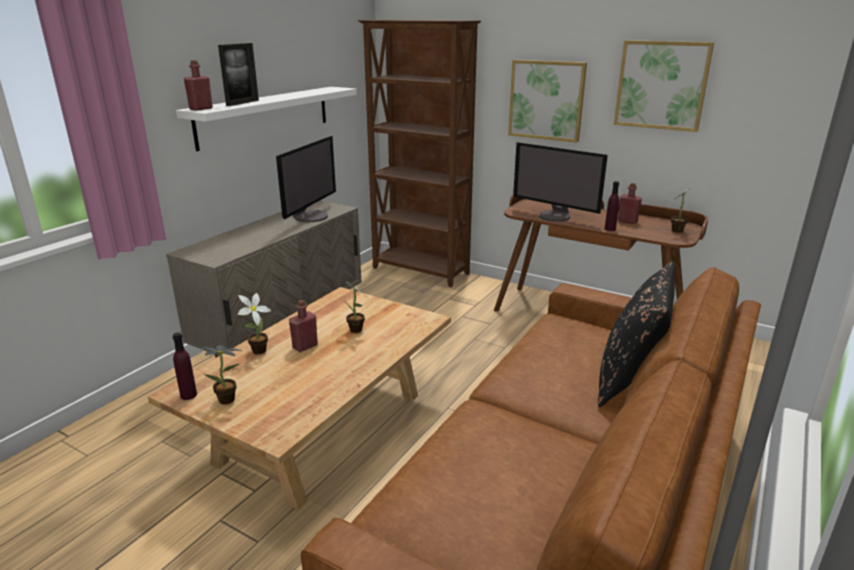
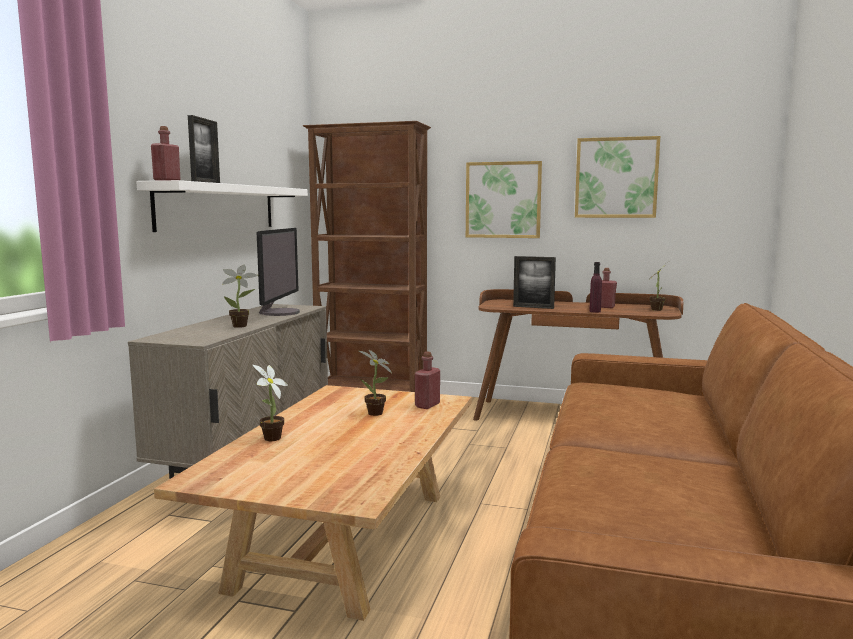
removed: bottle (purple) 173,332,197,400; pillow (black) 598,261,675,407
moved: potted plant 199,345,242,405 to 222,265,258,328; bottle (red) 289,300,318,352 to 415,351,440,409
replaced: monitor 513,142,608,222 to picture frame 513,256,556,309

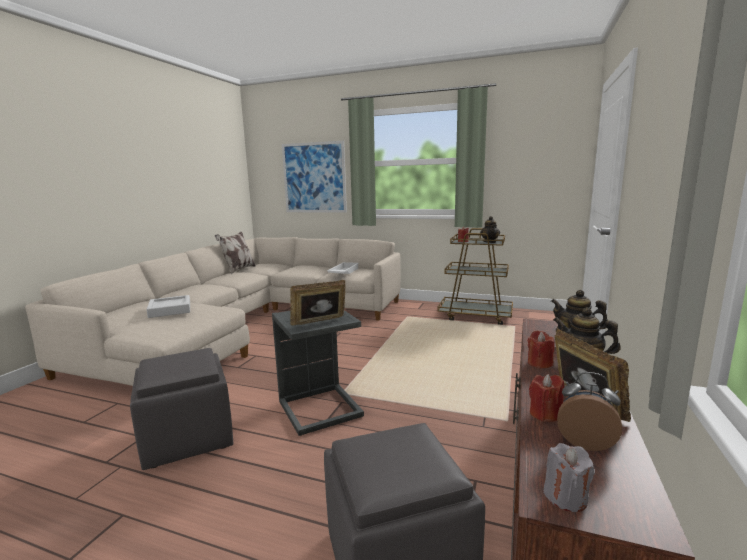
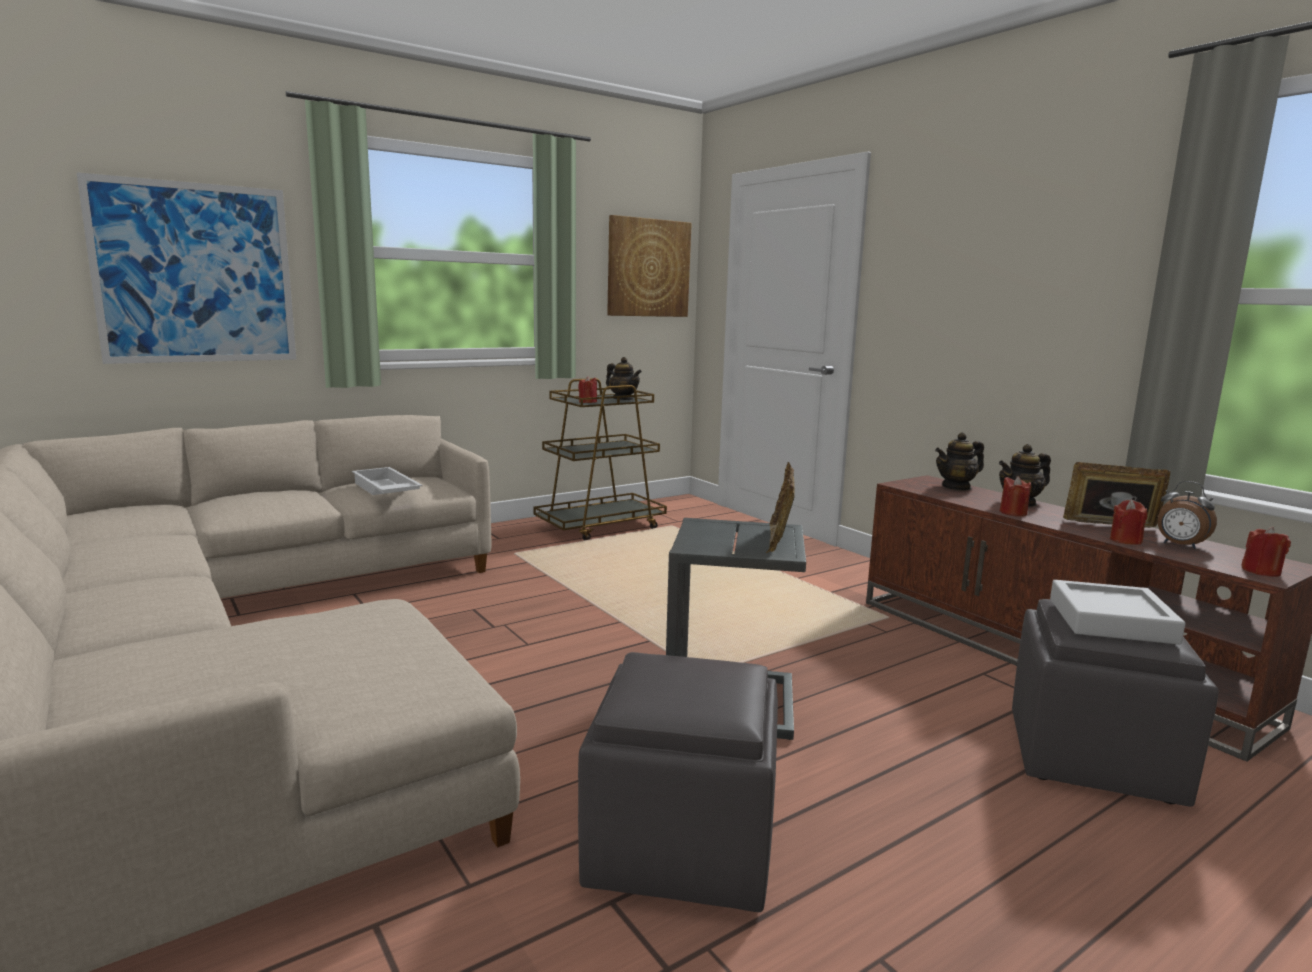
removed: pillow 215,231,255,274
added: picture 607,215,692,317
moved: tray (grey) 146,295,190,318 to 1050,580,1186,645
recoloured: candle (grey) 543,443,595,512 to candle (red) 1241,527,1291,577
turned: alarm clock 557,372,622,451 = 1158,481,1217,549 105 degrees counterclockwise

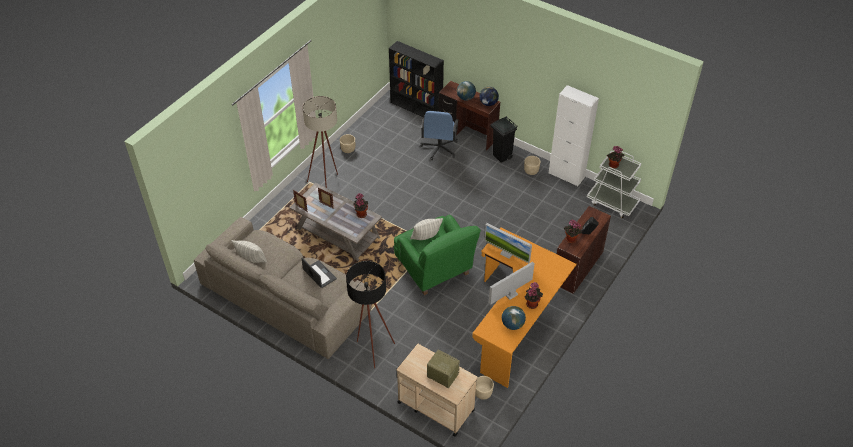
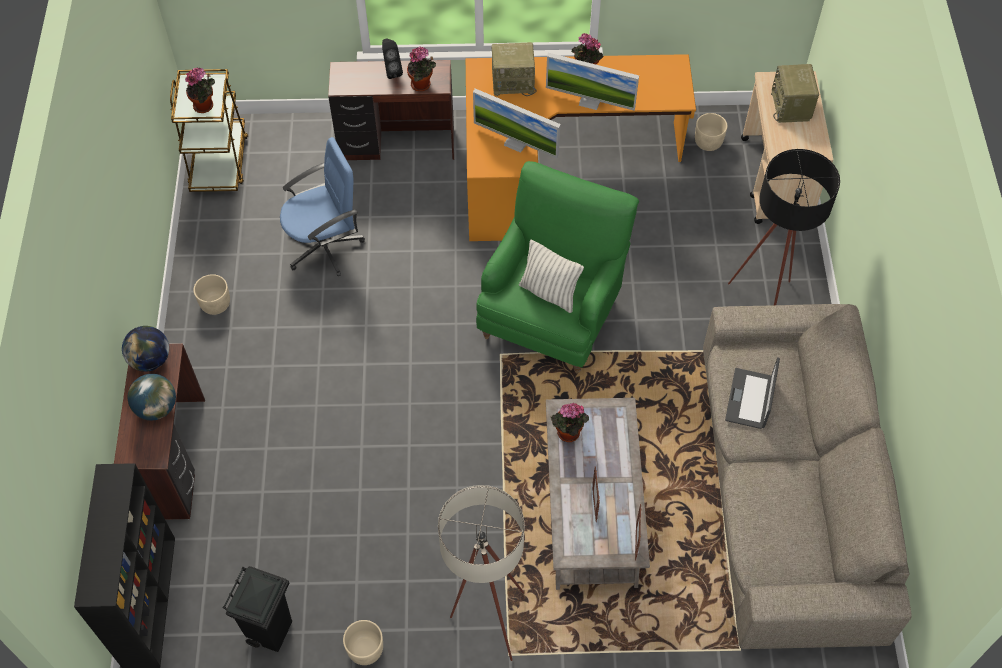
removed: pillow 231,240,268,263; globe 502,306,526,330; cabinet (white) 549,85,599,187
added: radio 492,42,537,96
moved: office chair (blue) 420,111,459,160 to 280,137,365,276; trash can (black) 490,116,518,163 to 223,566,292,652
recoloured: cart (white) 587,151,641,218 to cart (brown) 170,69,248,192
turned: monitor 484,223,532,263 = 473,89,560,159 120 degrees clockwise

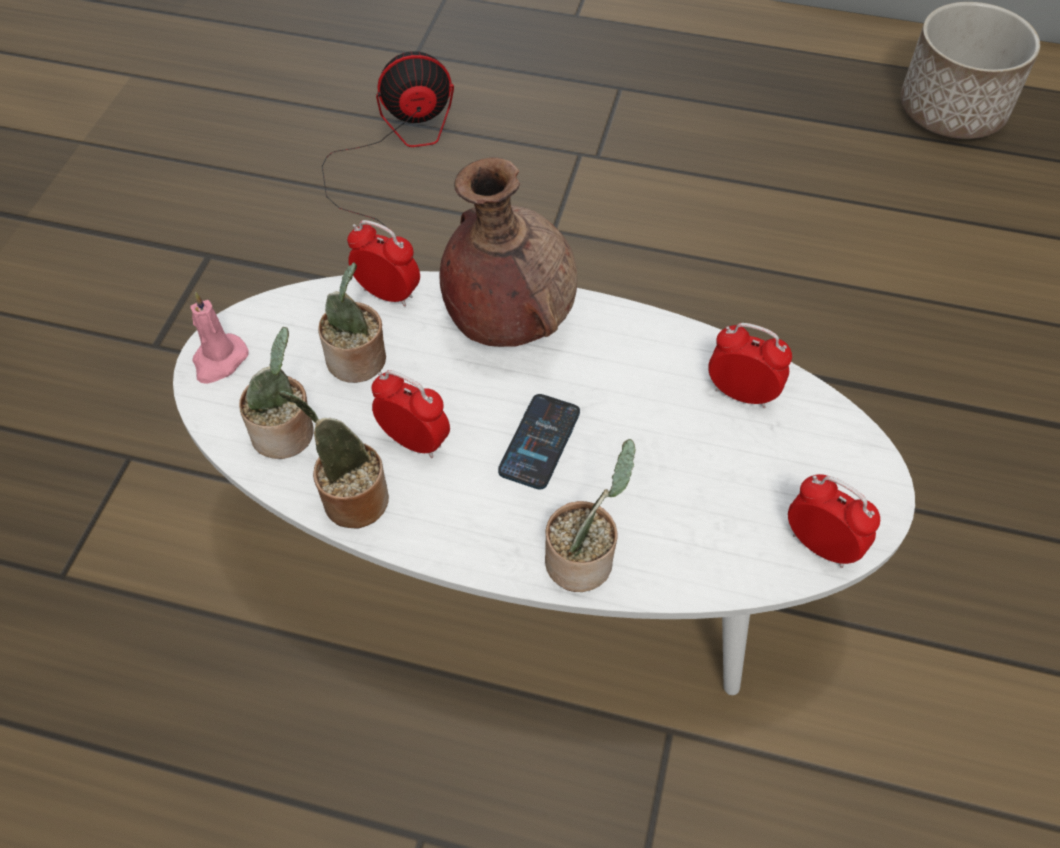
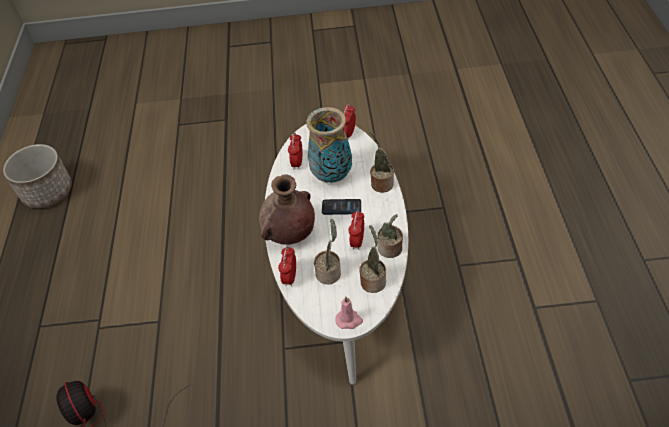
added: vase 306,107,352,183

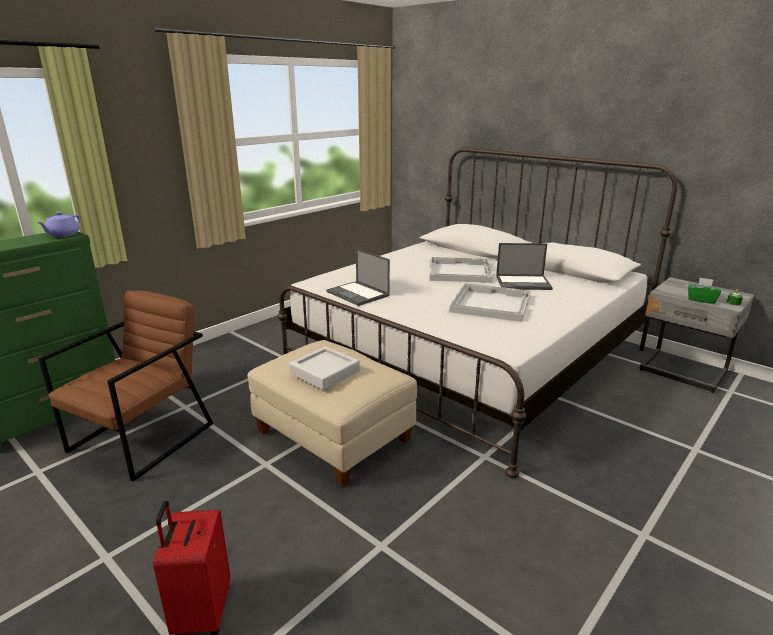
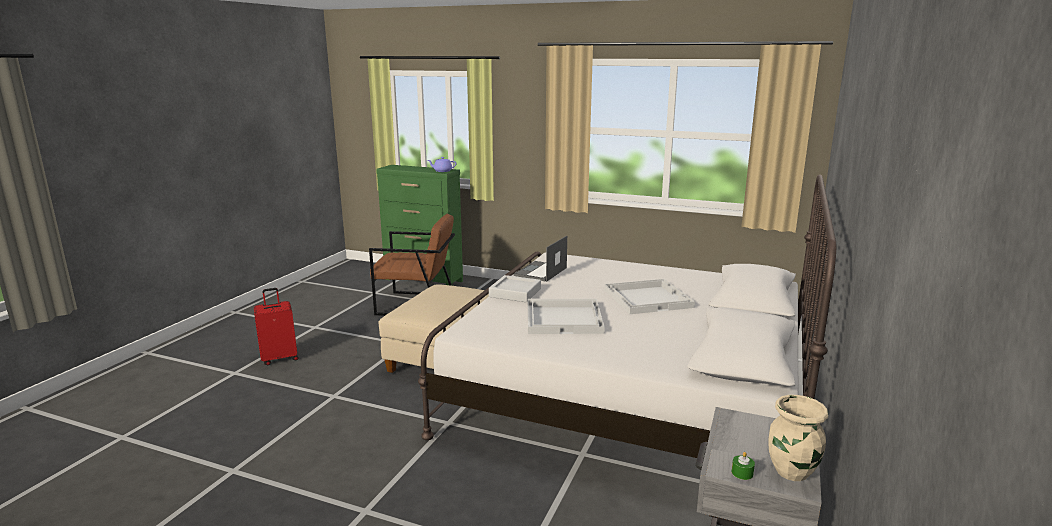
removed: laptop 496,243,552,290; tissue box (green) 688,278,721,304
added: vase (beige) 769,395,828,481
moved: tray (grey) 289,346,360,390 to 489,275,541,302

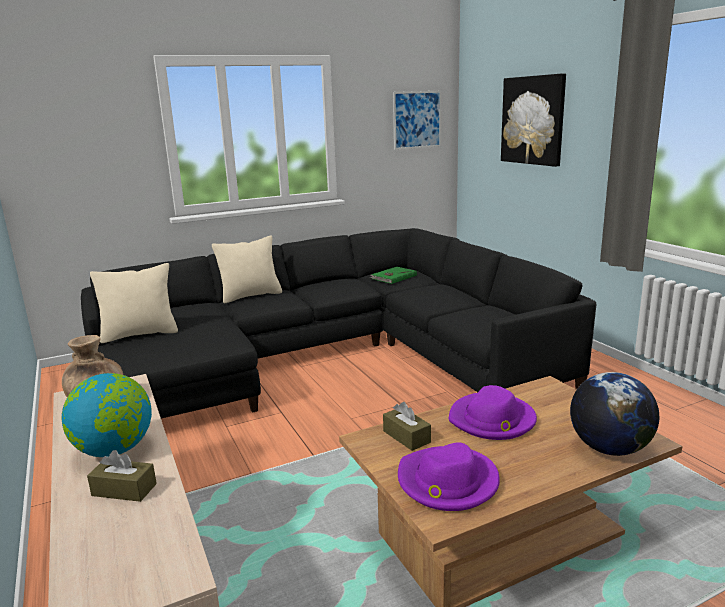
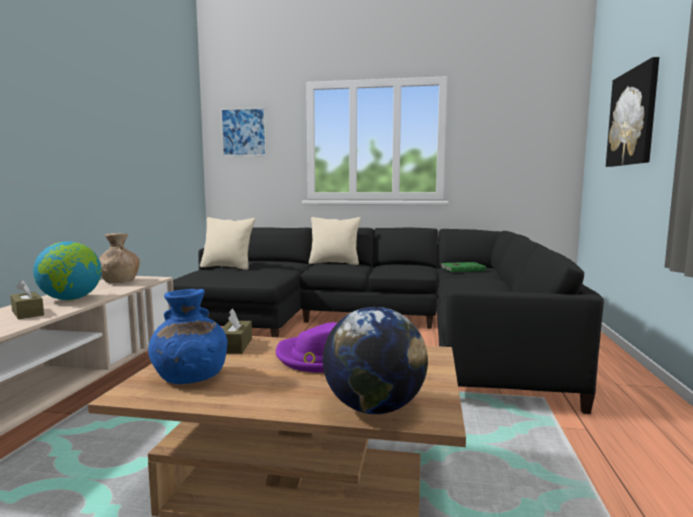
moved: picture 393,91,441,150 to 220,107,267,157
replaced: hat (purple) 398,443,500,511 to vase (blue) 148,289,228,384

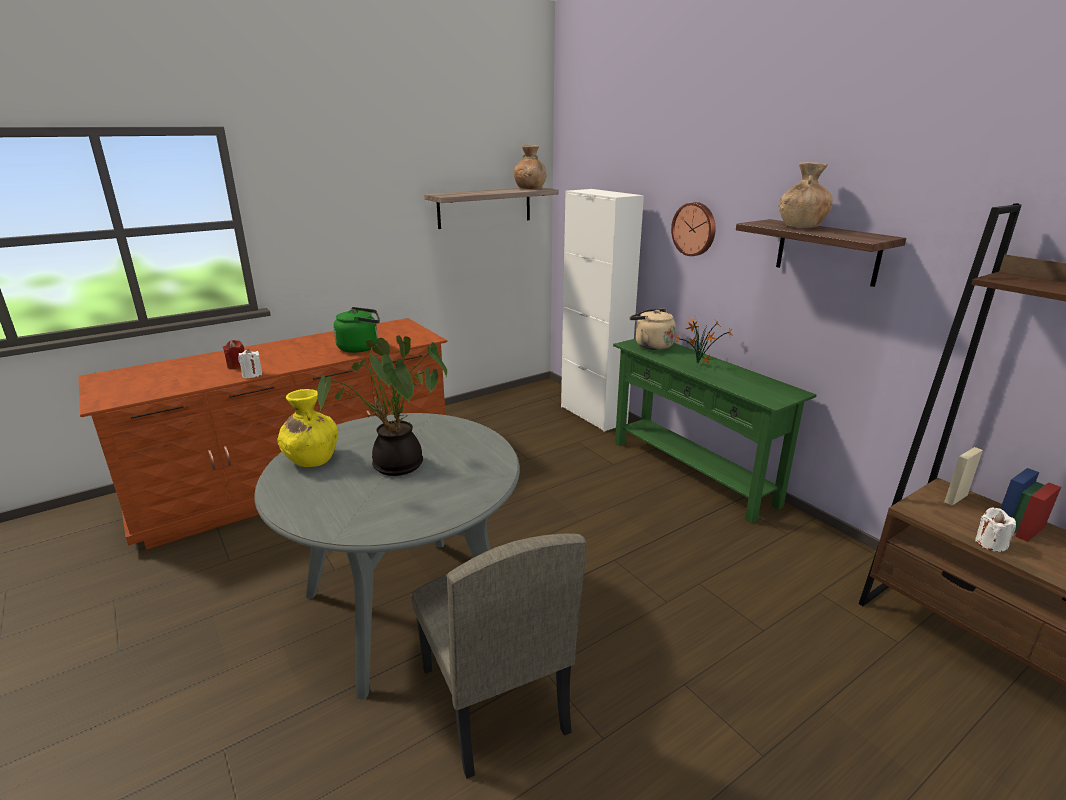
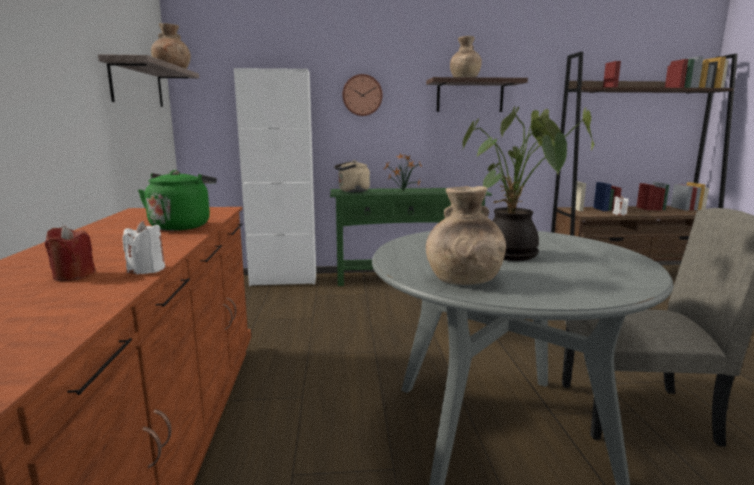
recoloured: vase (yellow) 277,389,338,467 to vase (brown) 426,186,506,285

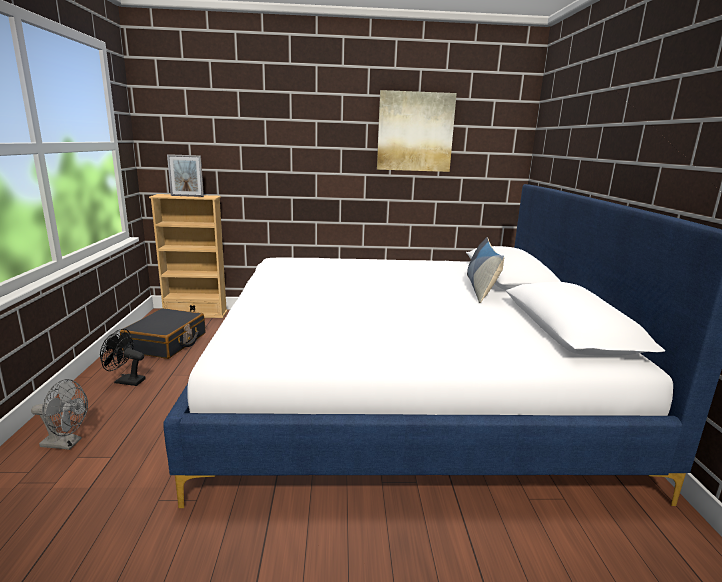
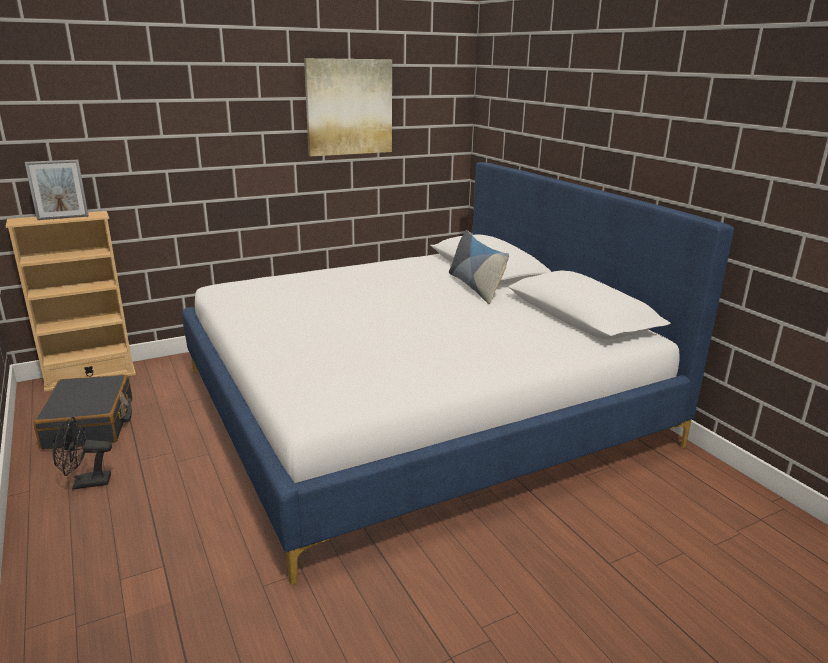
removed: fan (grey) 31,379,88,450

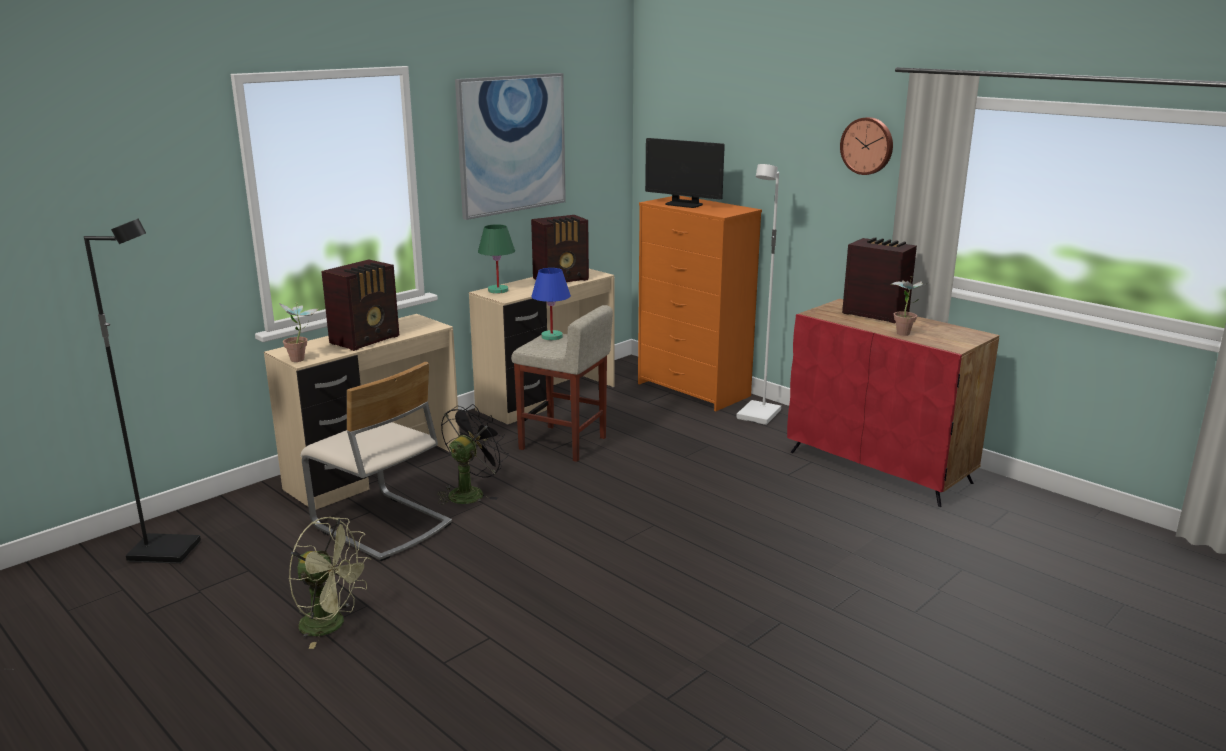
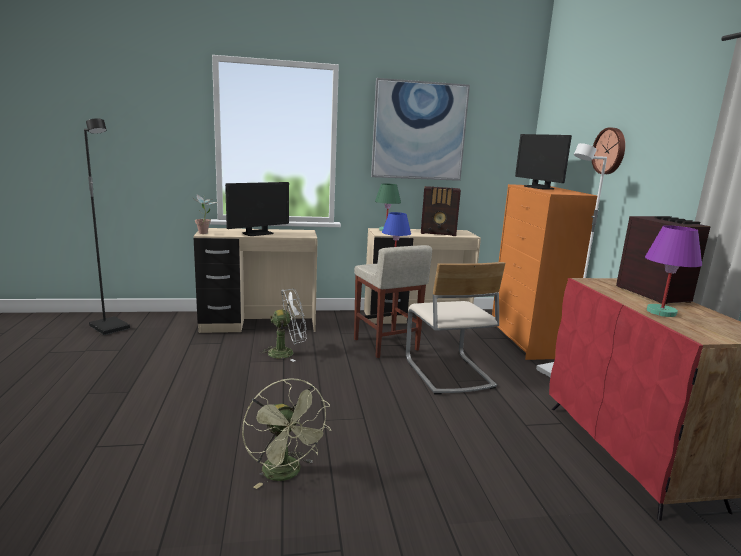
moved: fan (green) 289,517,372,649 to 242,378,331,489; chair (beige) 300,362,452,561 to 406,262,505,394; wall clock 840,117,893,175 to 592,127,625,174
replaced: radio 321,260,399,351 to monitor 225,182,289,236; potted plant 890,280,929,336 to table lamp (purple) 645,225,702,317
recoloured: fan (black) 438,404,509,505 to fan (white) 260,288,306,362

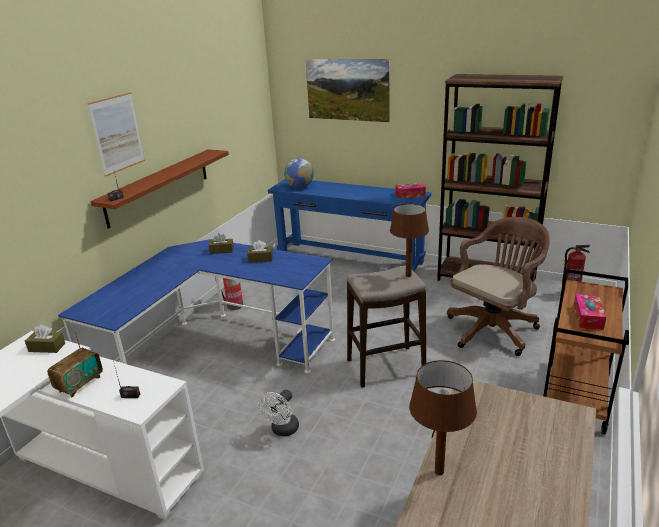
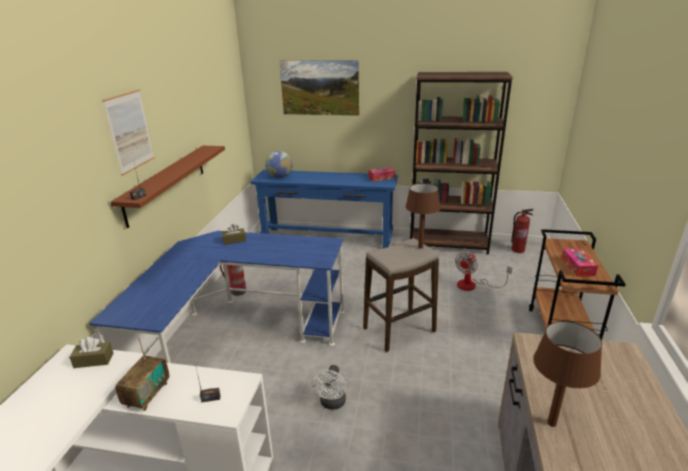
removed: tissue box (brown) 247,240,273,263
replaced: office chair (brown) 447,217,550,356 to fan 455,252,512,291

